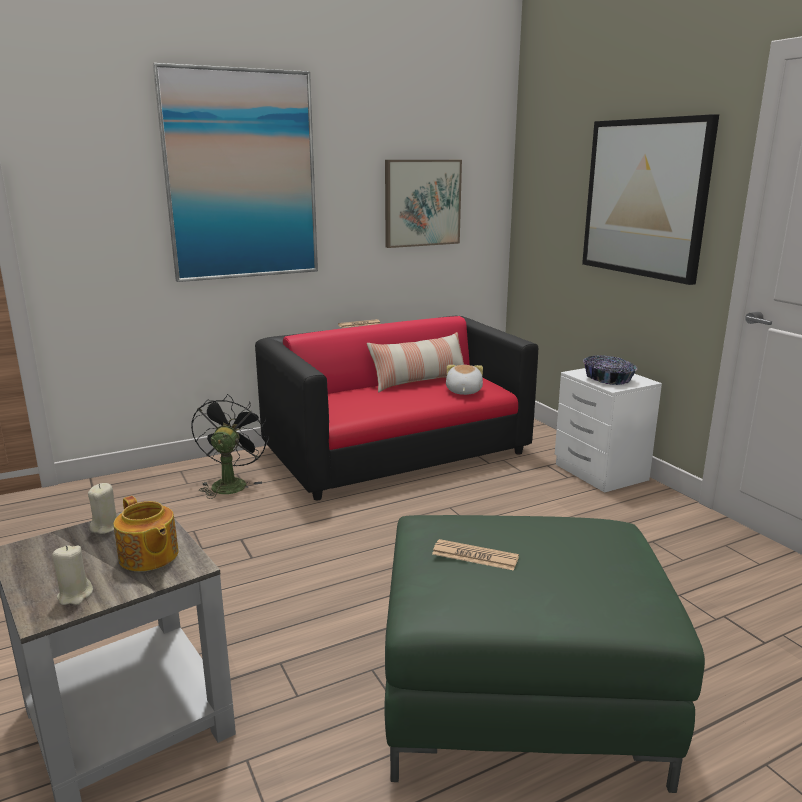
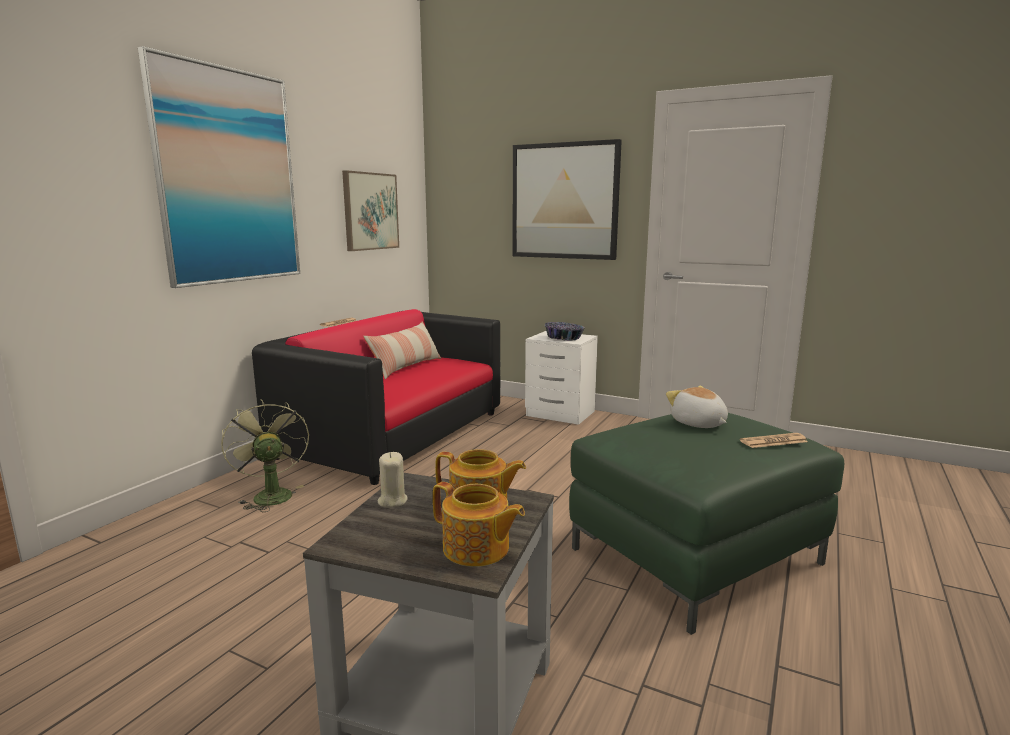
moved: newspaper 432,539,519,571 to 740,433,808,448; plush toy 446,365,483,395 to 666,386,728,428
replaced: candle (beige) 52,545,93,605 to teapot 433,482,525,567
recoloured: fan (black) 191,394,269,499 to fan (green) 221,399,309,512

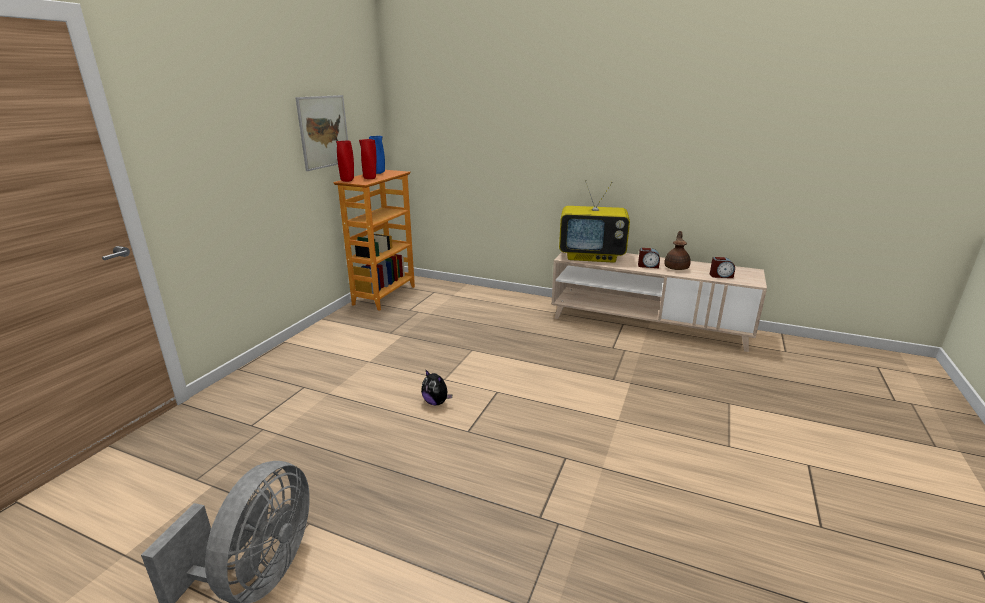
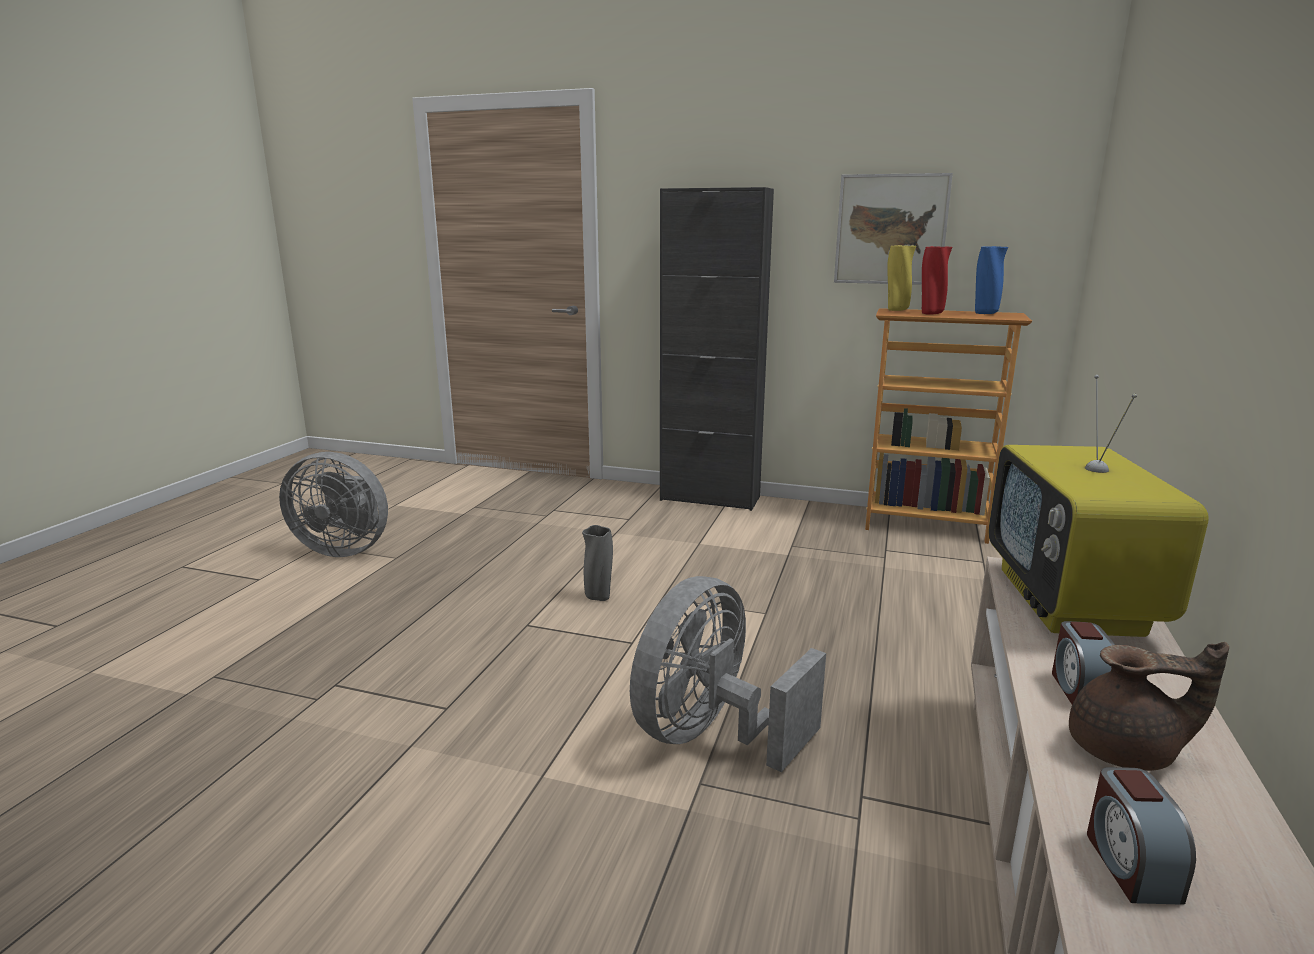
added: fan (grey) 630,576,826,772; cabinet (black) 660,187,774,511
replaced: plush toy 421,369,452,406 to vase (grey) 582,525,613,601
recoloured: vase (red) 336,141,354,182 to vase (yellow) 887,245,916,311

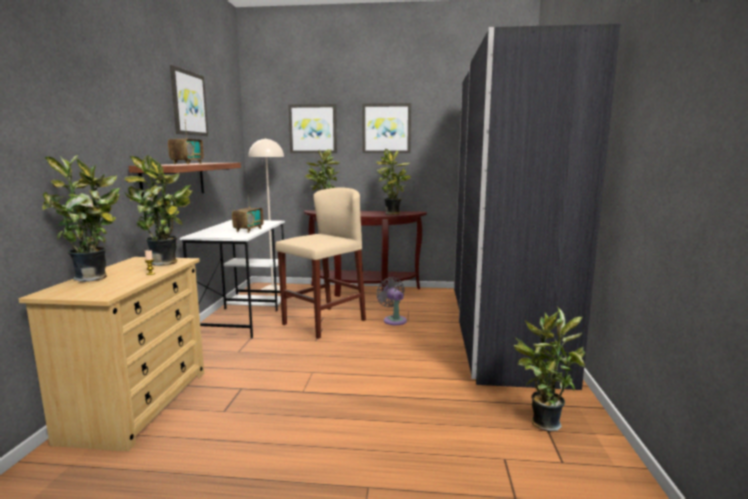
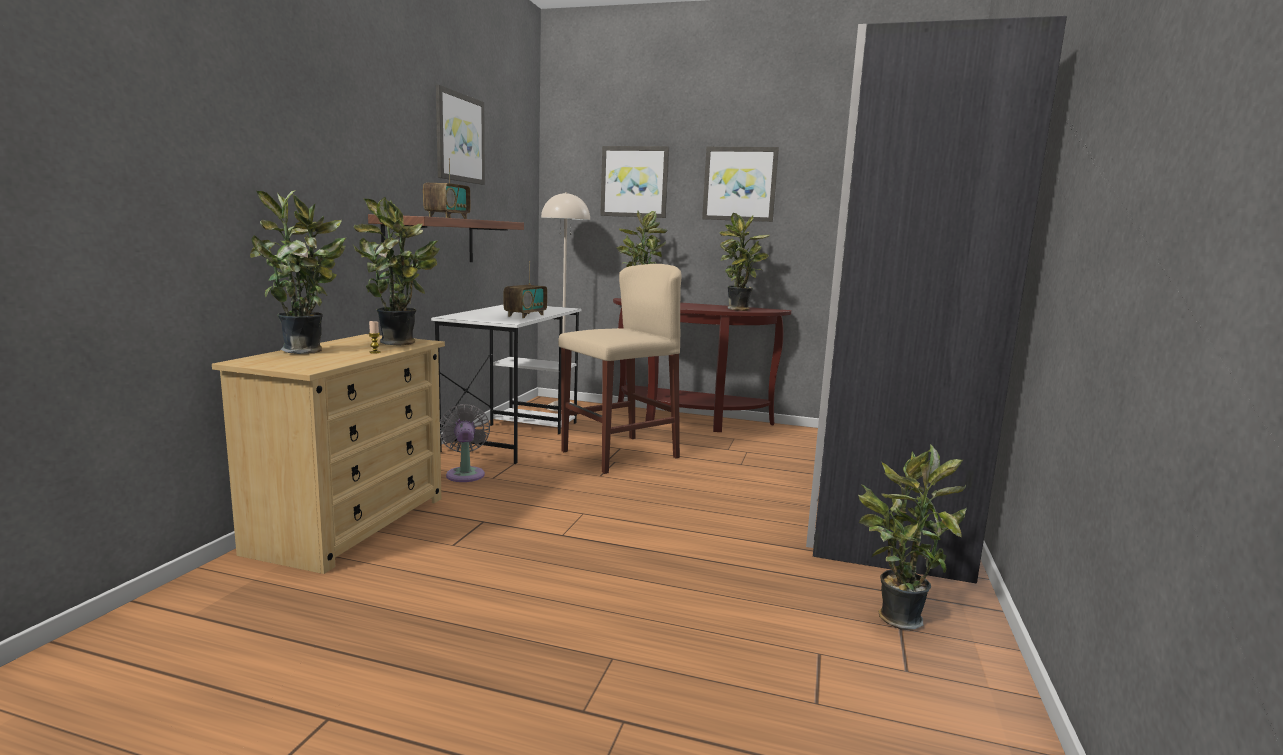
moved: fan (grey) 376,277,407,325 to 440,404,490,482

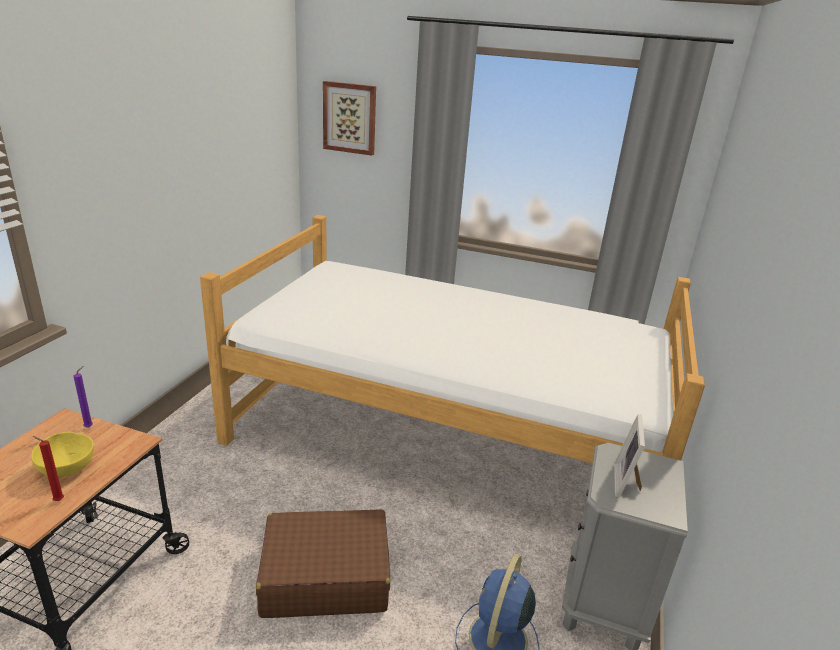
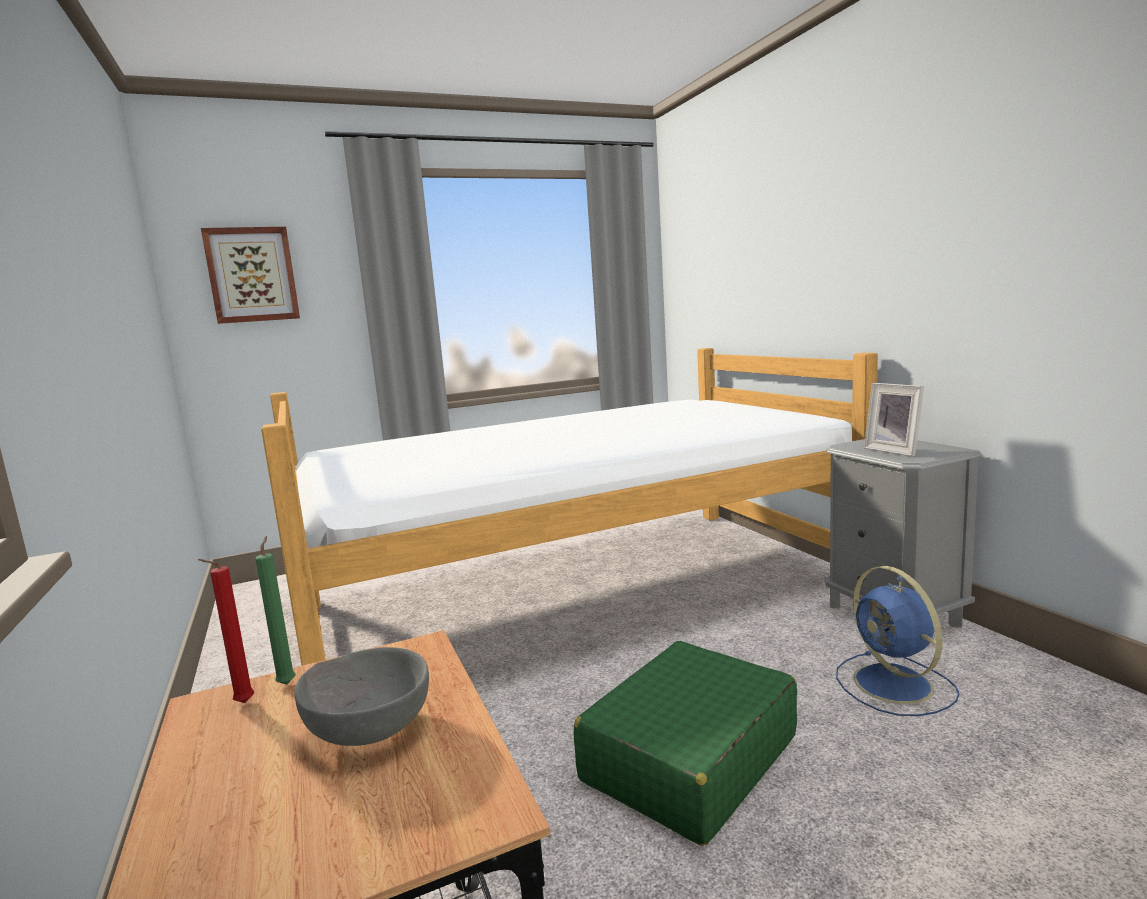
moved: candle (red) 33,436,64,501 to 198,559,254,703
recoloured: bowl (yellow) 31,432,94,478 to bowl (grey) 294,647,429,746; candle (purple) 74,366,93,428 to candle (green) 256,536,295,685; suitcase (brown) 256,509,390,618 to suitcase (green) 574,641,797,846

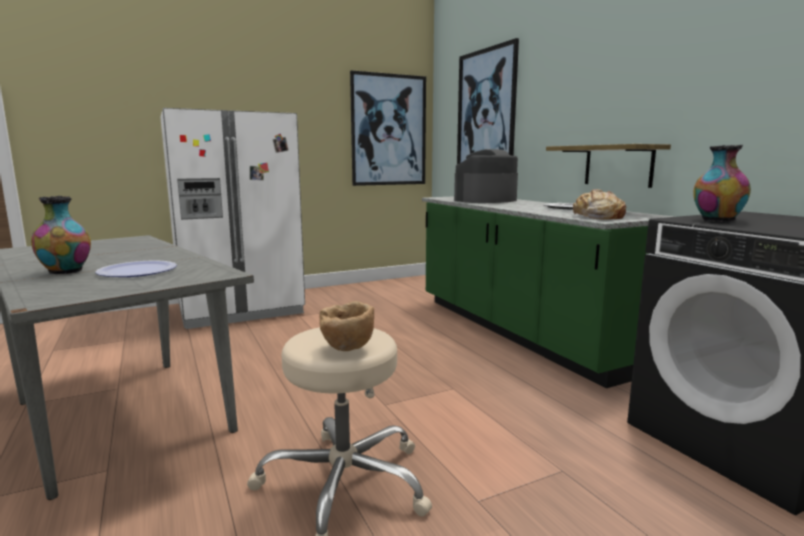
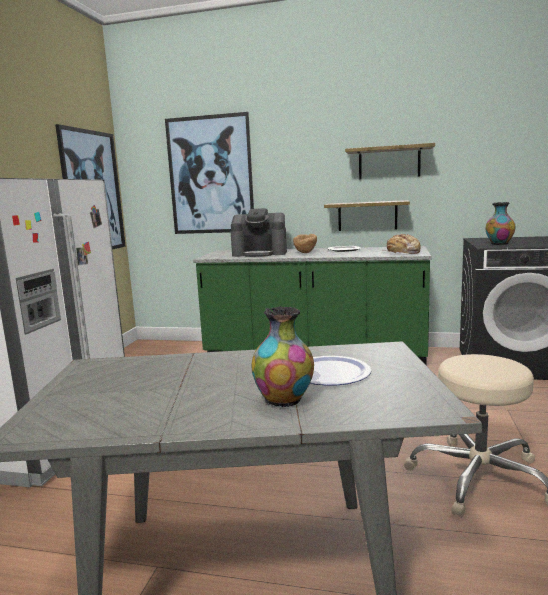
added: shelf 345,143,435,180
moved: bowl (brown) 320,301,374,351 to 293,234,317,253
turned: coffee machine 454,149,518,203 = 231,208,287,257 90 degrees counterclockwise

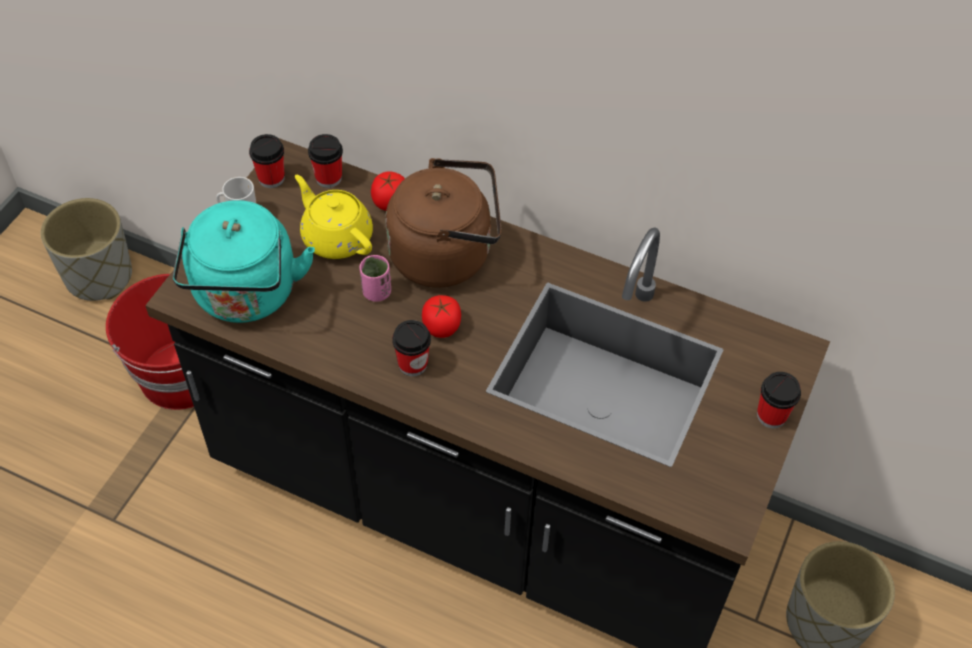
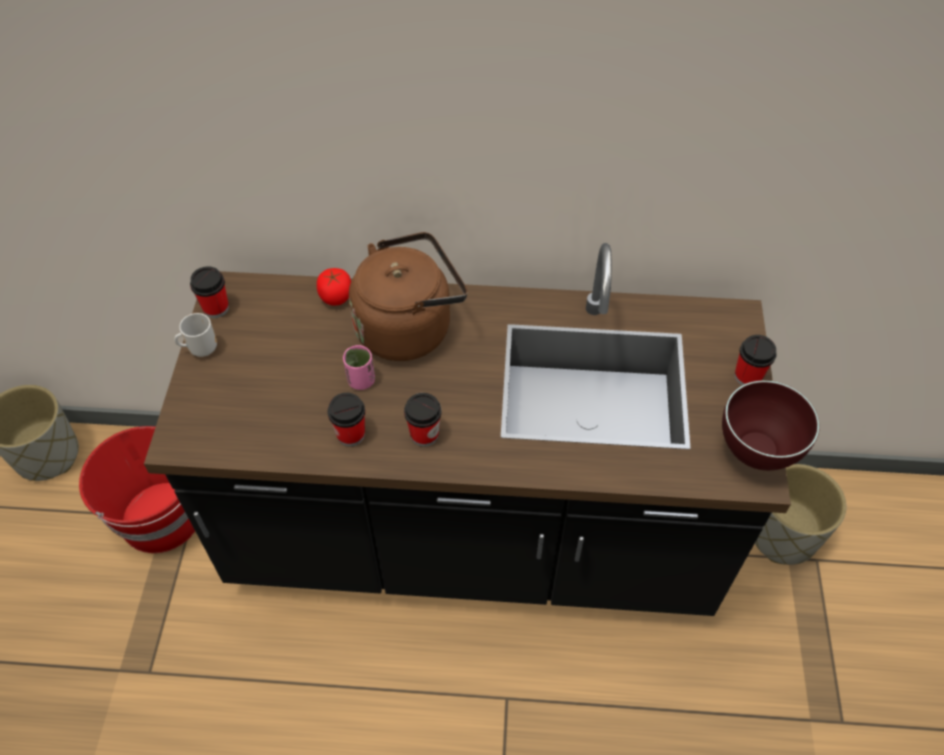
removed: kettle (turquoise) 173,200,315,323; teapot (yellow) 295,175,373,259; tomato 422,295,461,338
added: bowl (brown) 722,380,820,470
moved: cup 308,134,343,188 to 328,393,365,447

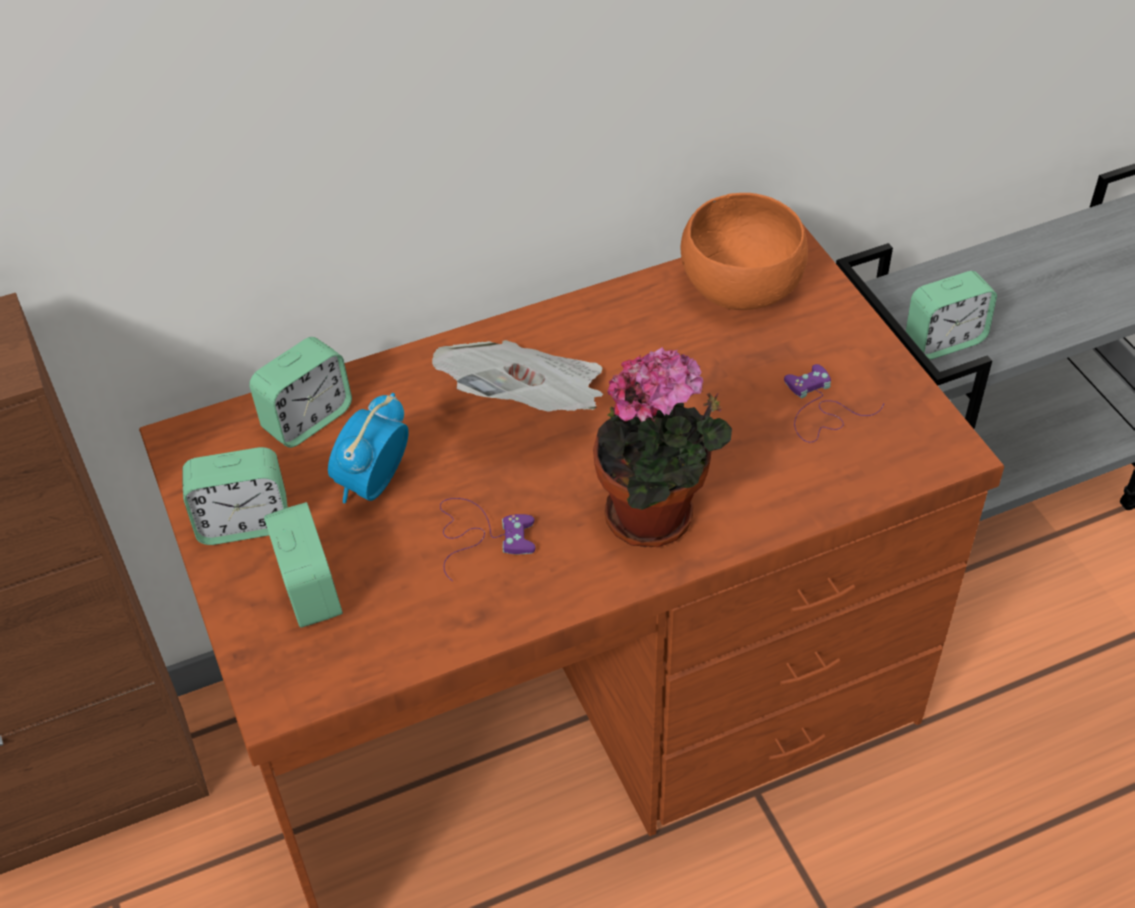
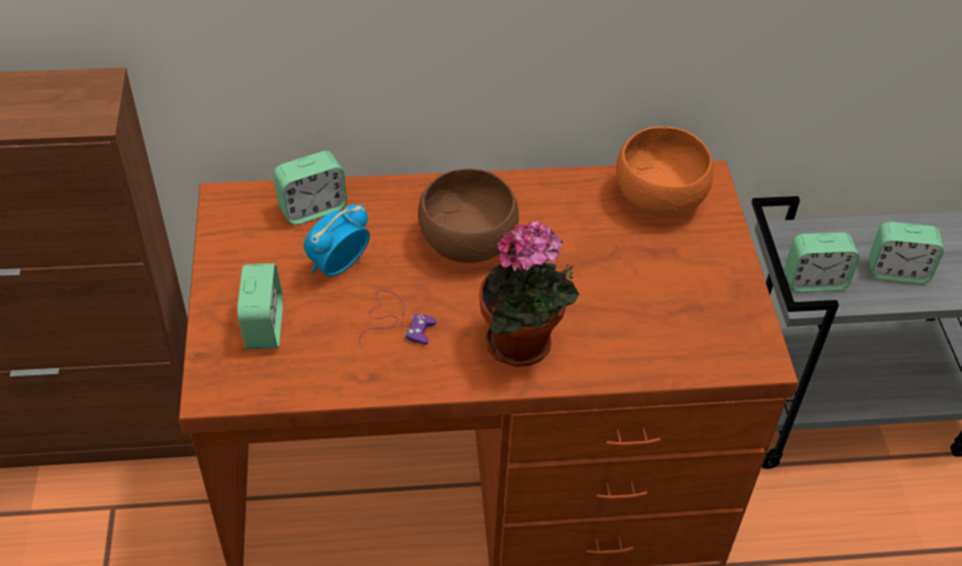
removed: game controller (purple) 784,364,884,443
moved: alarm clock 182,447,288,545 to 869,222,944,284
replaced: newspaper 432,340,603,412 to bowl (brown) 418,168,519,263

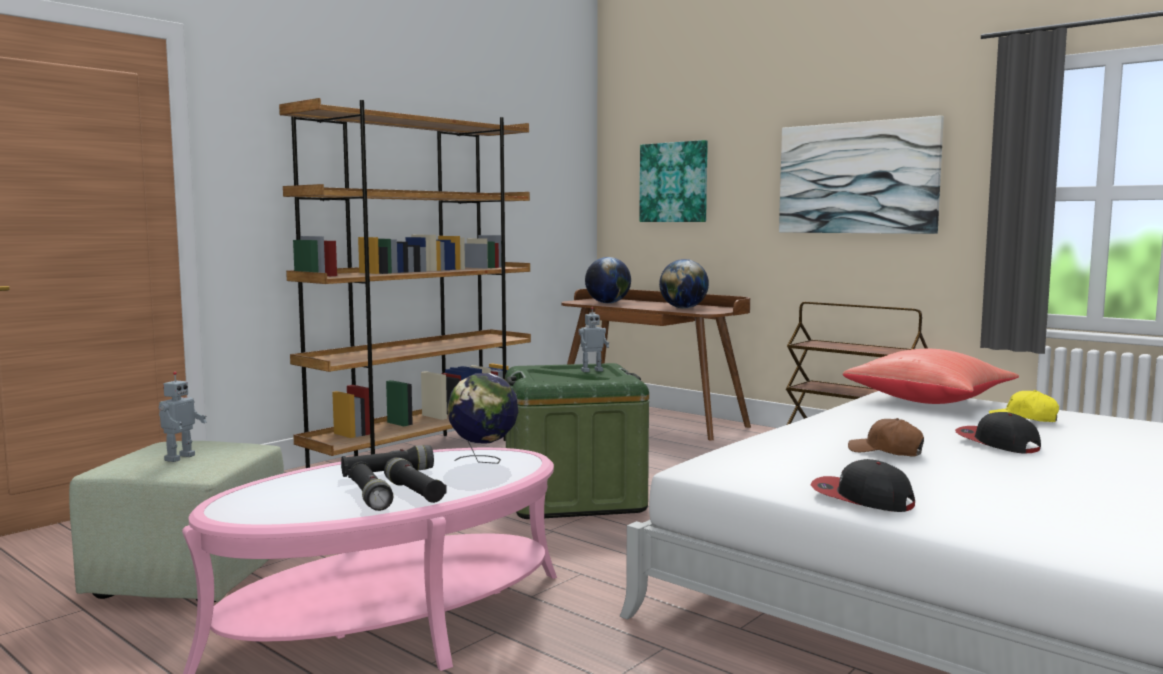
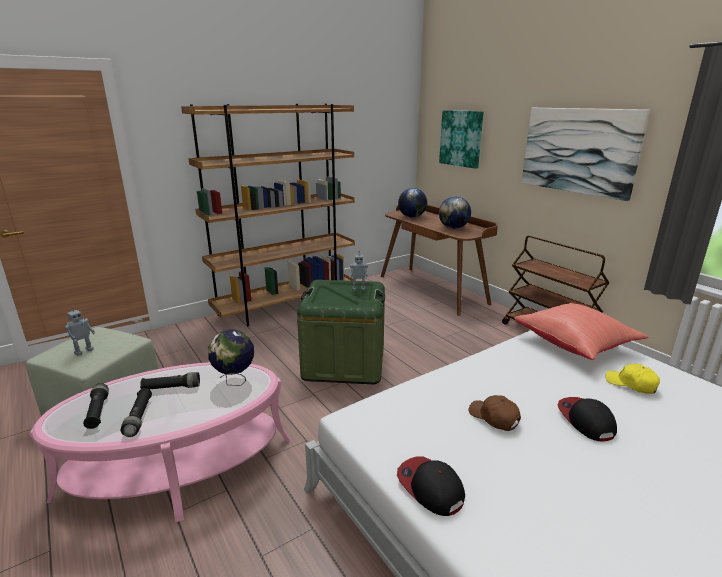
moved: flashlight (black) 384,457,447,503 to 83,383,109,429

